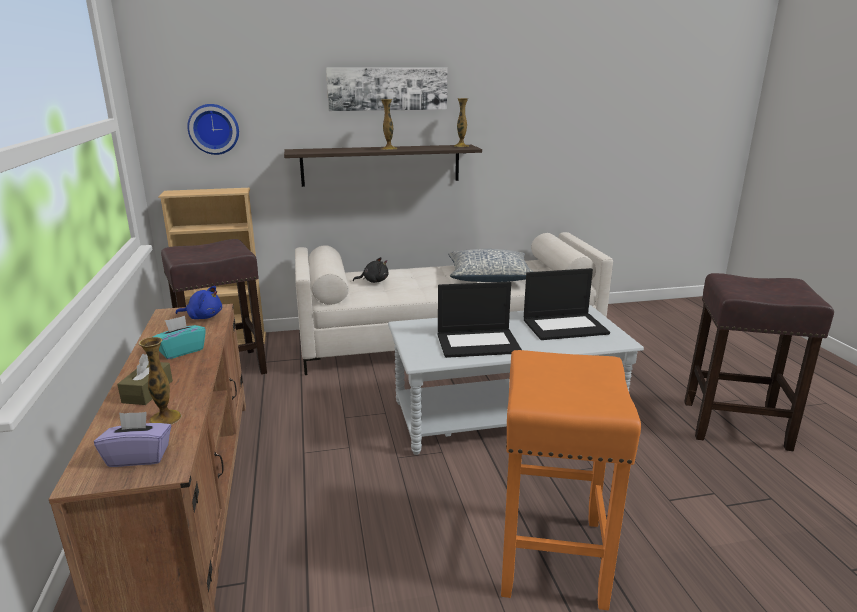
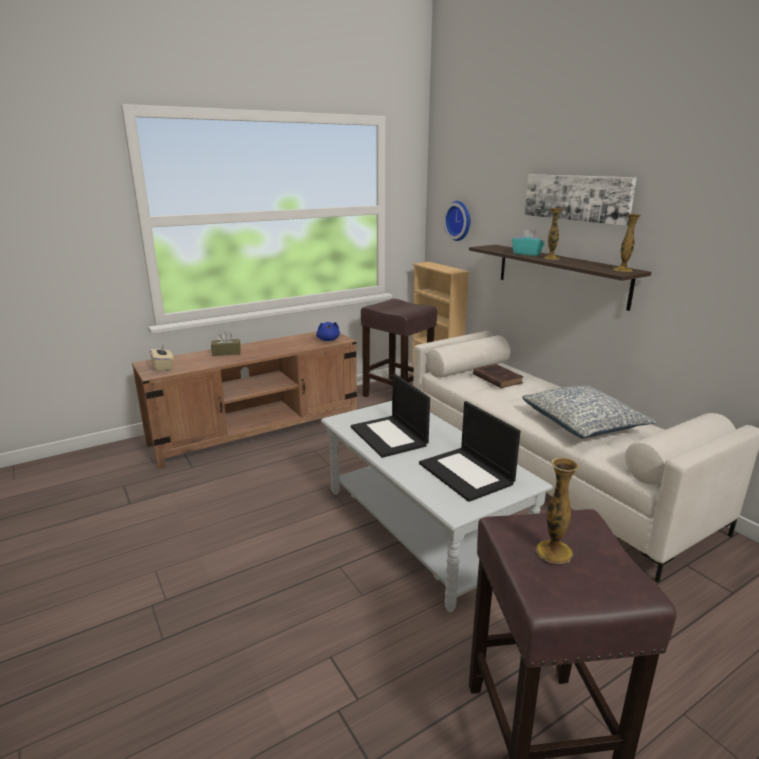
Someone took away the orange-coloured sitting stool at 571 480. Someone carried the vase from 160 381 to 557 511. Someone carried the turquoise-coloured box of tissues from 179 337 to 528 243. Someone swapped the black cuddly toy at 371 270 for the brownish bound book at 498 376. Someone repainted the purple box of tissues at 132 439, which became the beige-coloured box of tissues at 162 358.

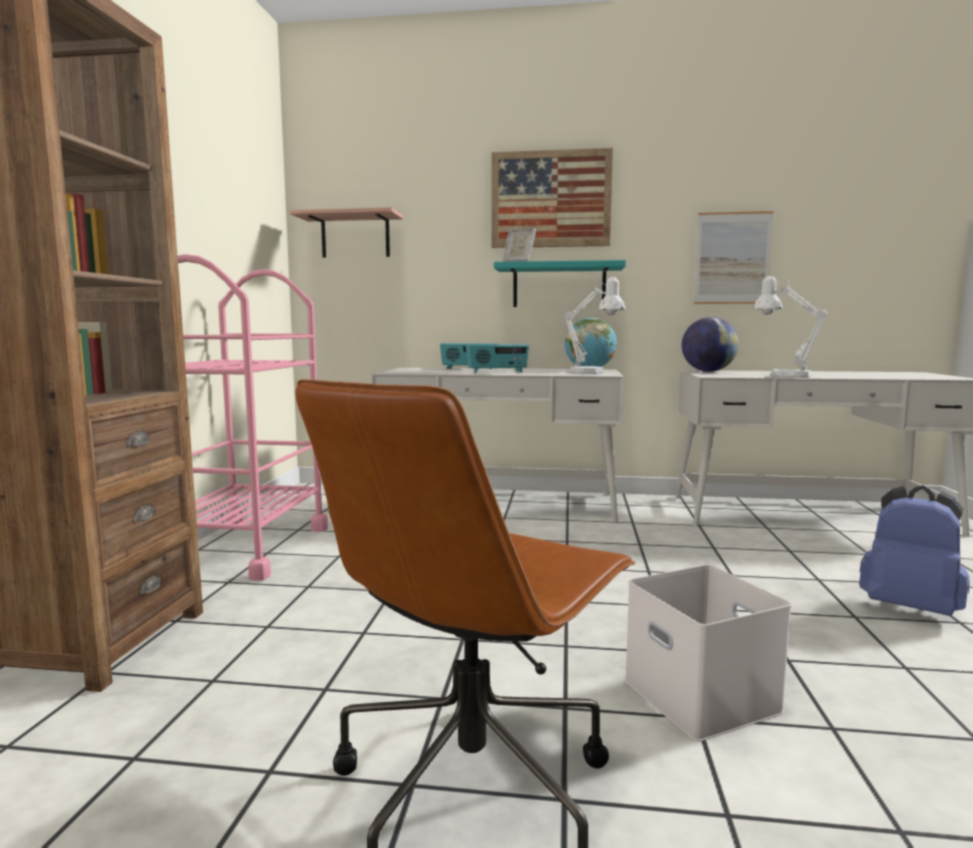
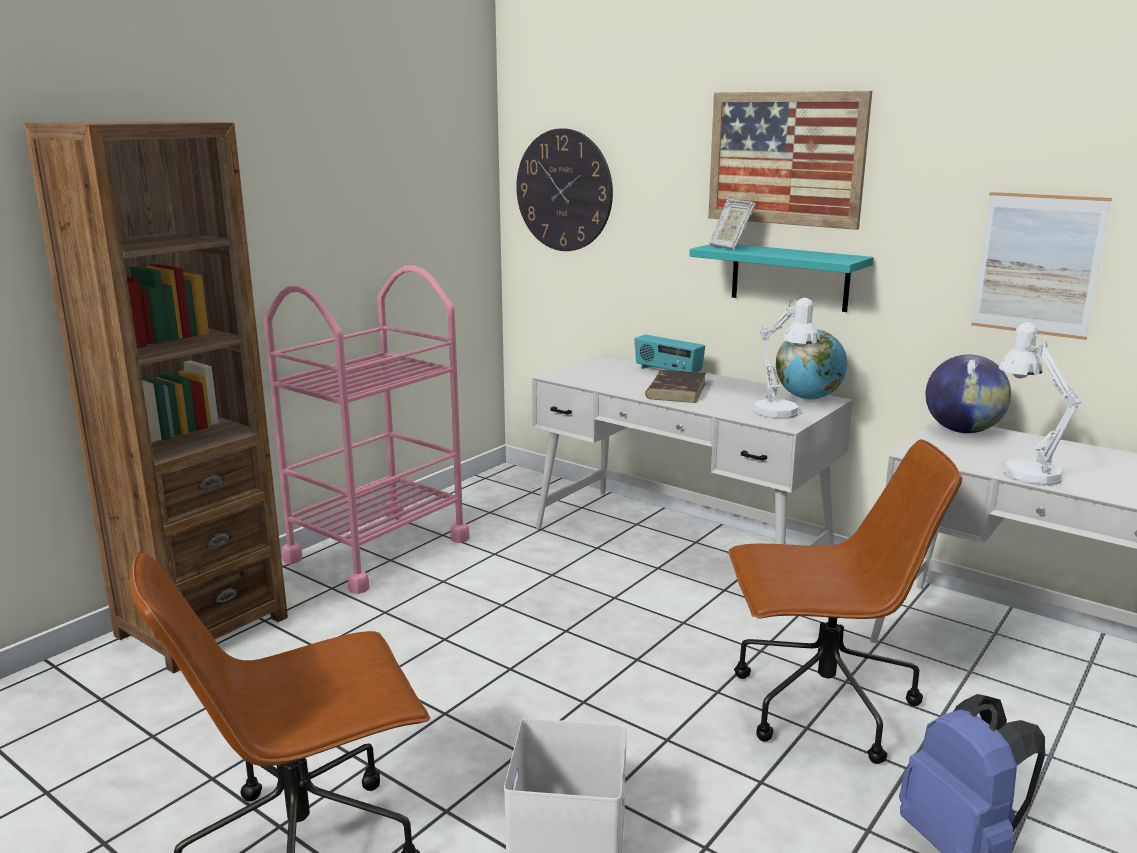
Someone put down the brownish desk chair at 845 601. Someone swapped the shelf at 346 232 for the clock on the wall at 564 189. Someone swapped the radio set at 497 358 for the brownish bound book at 675 386.

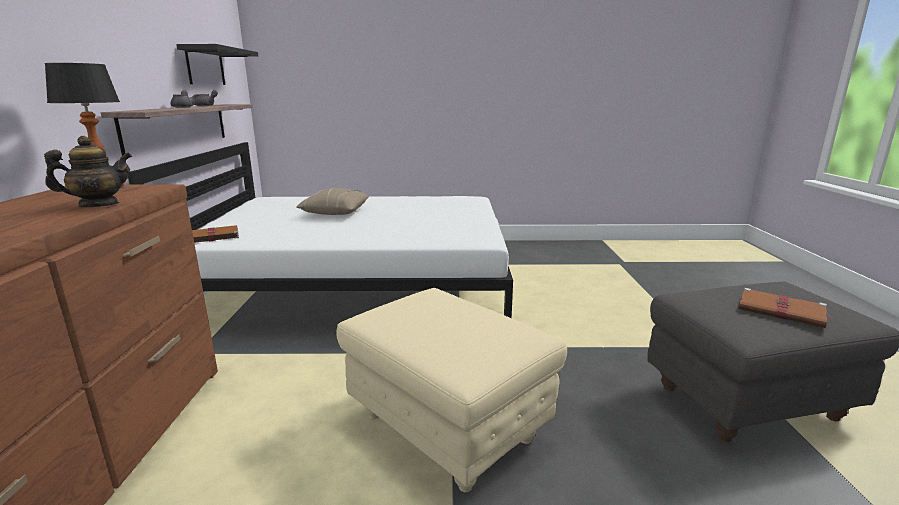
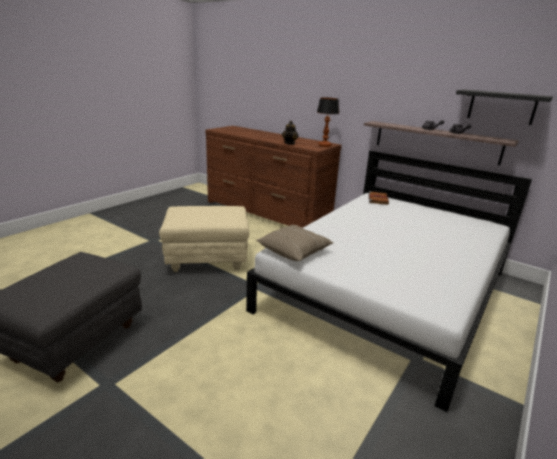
Someone took away the brownish bound book at 785 308. Someone carried the beige-coloured cushion from 332 201 to 294 243.

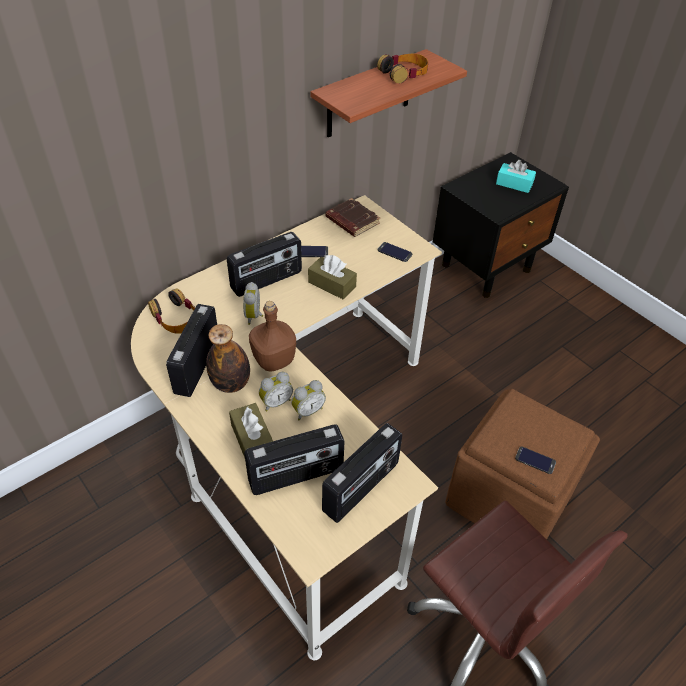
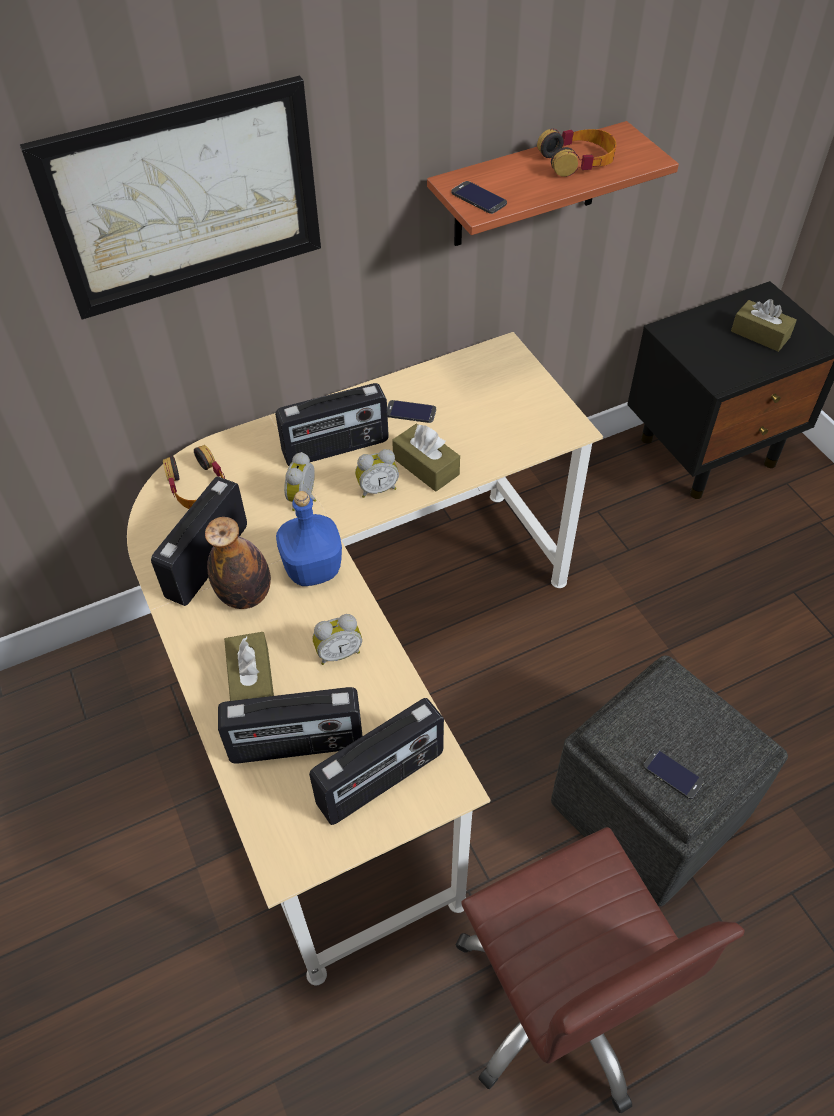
Someone took away the brownish bound book at 353 217. Someone put up the wall picture at 170 197. Someone carried the table clock from 276 391 to 377 473. Someone carried the telephone from 394 252 to 479 197. Someone repainted the brownish beverage bottle at 272 336, which became the blue-coloured beverage bottle at 309 538. Someone repainted the brownish footrest at 522 464, which became the greyish footrest at 669 780. Someone repainted the turquoise-coloured box of tissues at 516 176, which became the brownish box of tissues at 764 325.

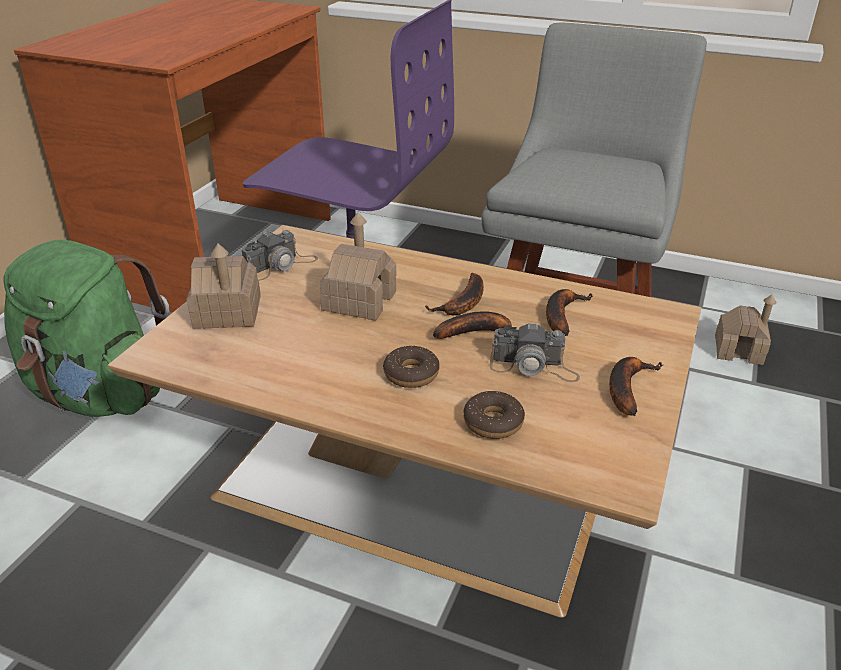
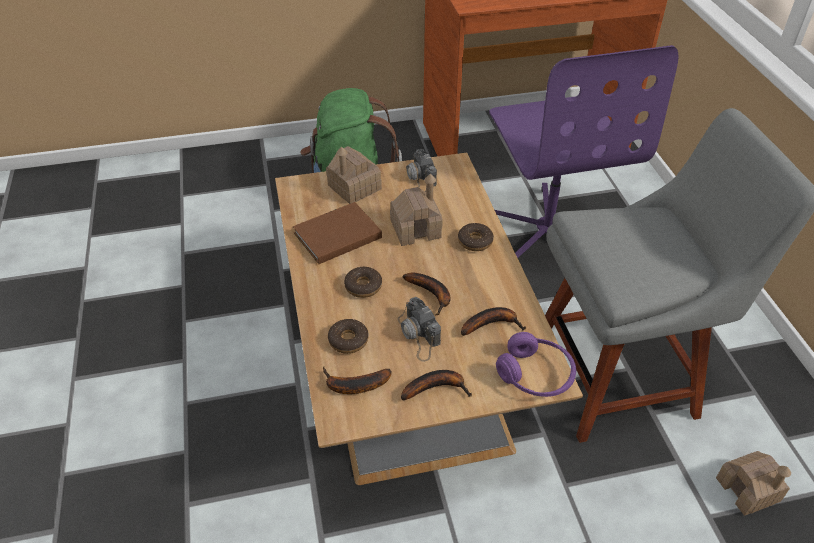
Someone put down the brownish bound book at 337 233. Someone put down the donut at 476 237. Someone put down the purple pair of headphones at 536 364. Someone carried the banana fruit from 454 294 to 357 380. Someone rotated the still camera at 280 255 by 60 degrees clockwise.

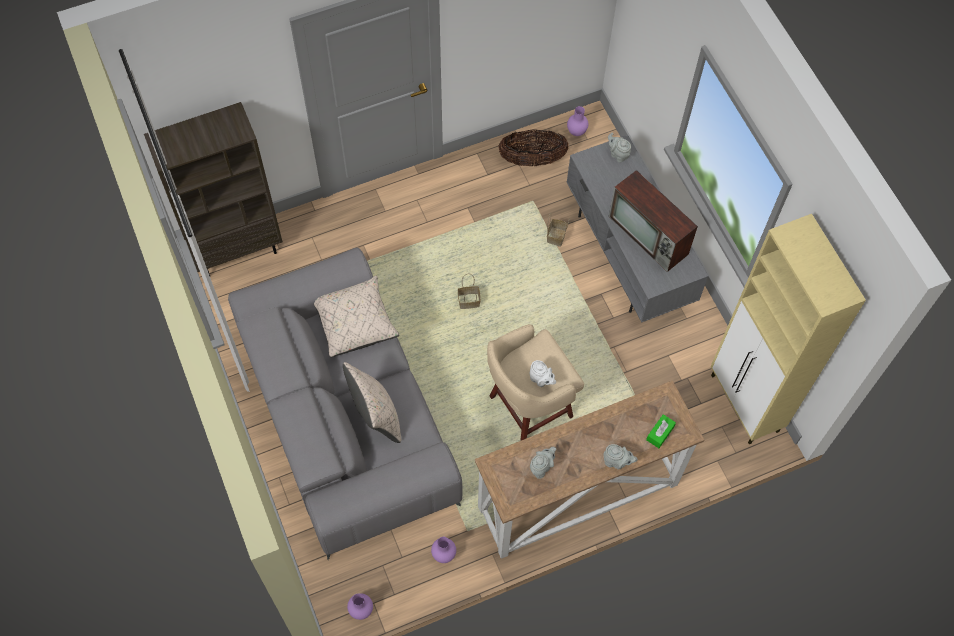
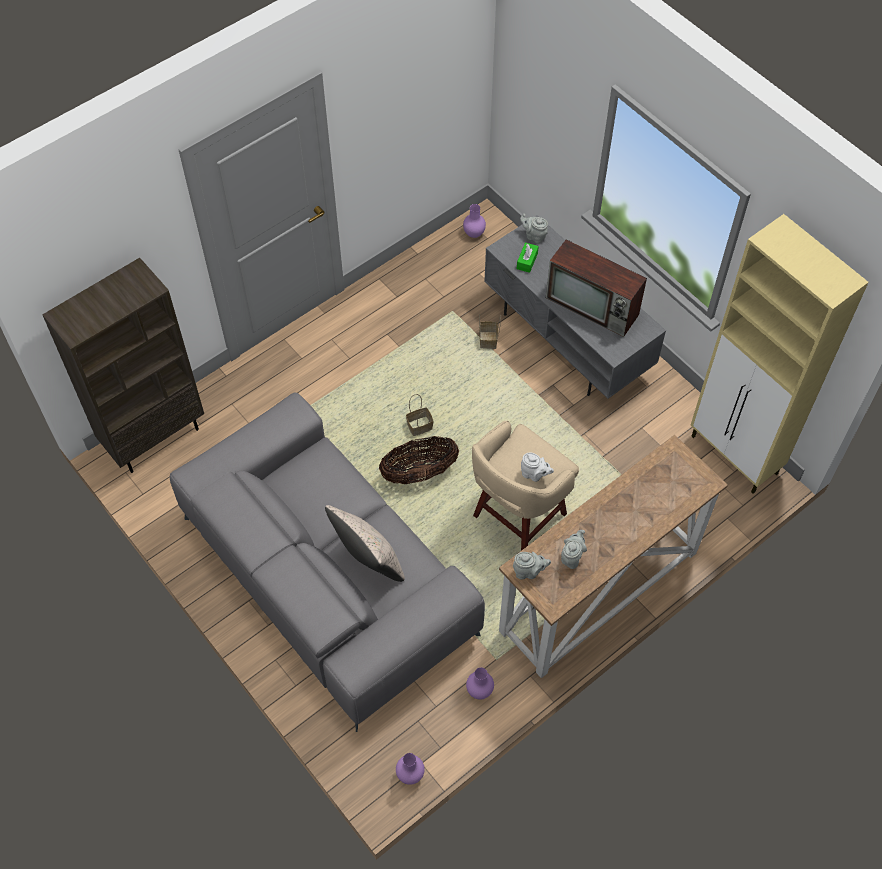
Someone took away the beige-coloured cushion at 356 317. Someone carried the basket from 534 147 to 419 460. Someone carried the greyish teapot from 620 456 to 532 566. Someone carried the green-coloured box of tissues from 661 431 to 528 257.

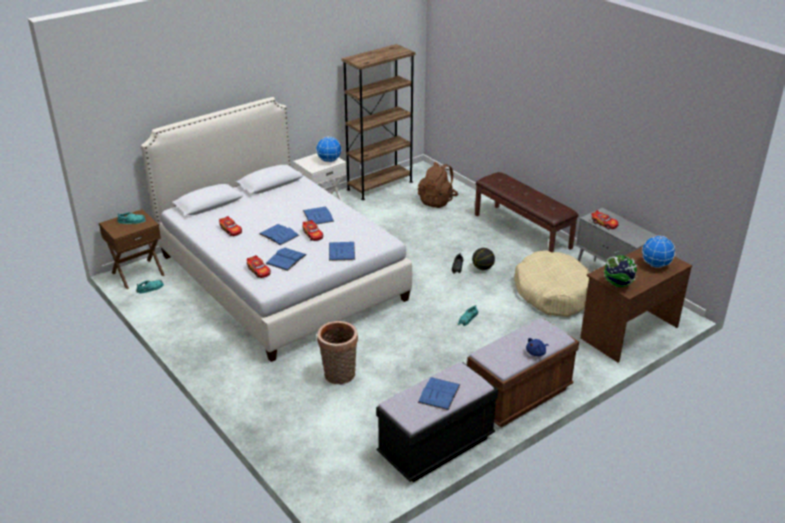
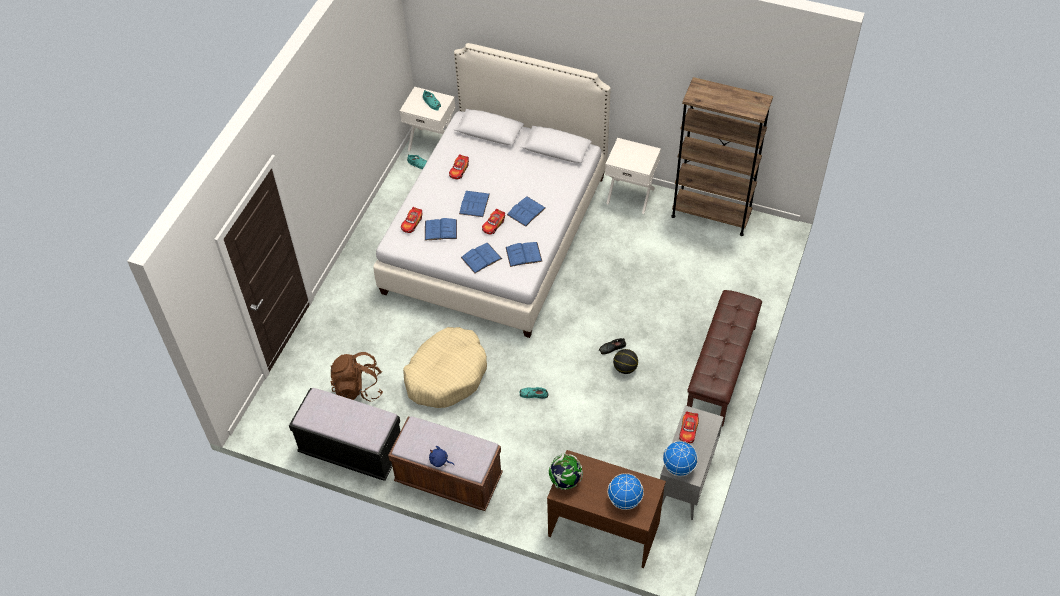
Someone took away the basket at 337 352. Someone carried the desk globe from 329 149 to 680 458. Someone carried the brownish rucksack from 438 185 to 356 377. Someone carried the blue-coloured bound book from 439 393 to 523 254. Someone carried the beige-coloured dog bed from 552 283 to 445 367. Someone repainted the brownish night table at 132 249, which became the white night table at 428 119.

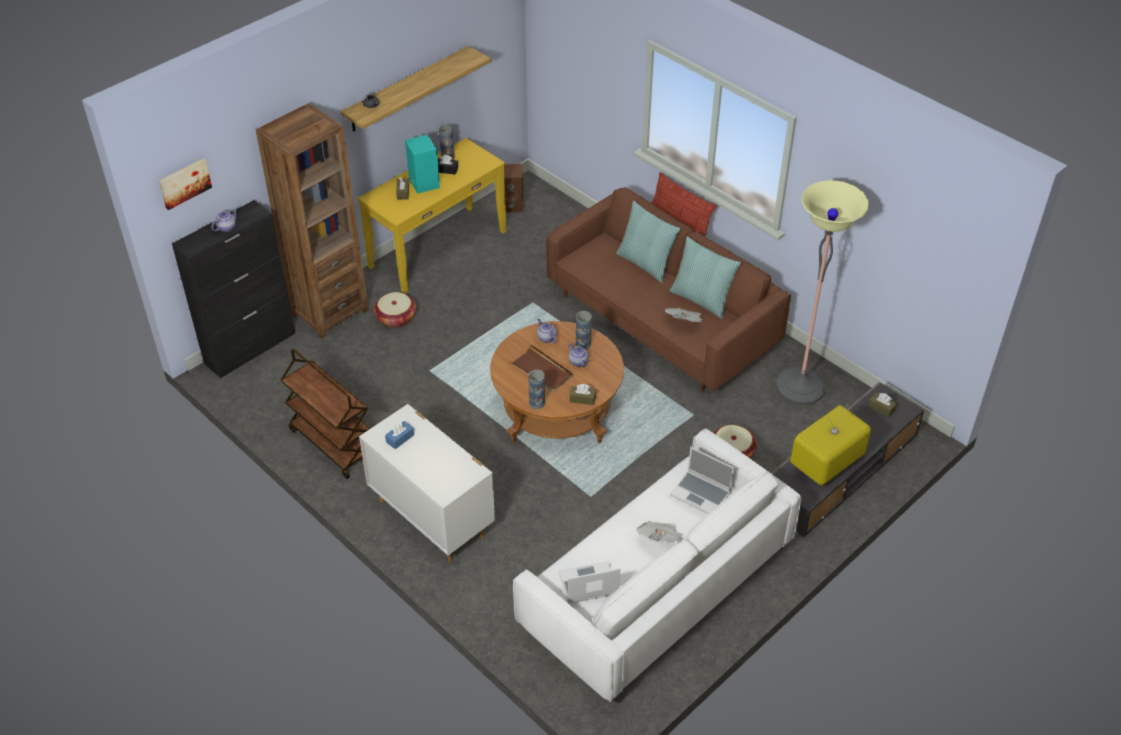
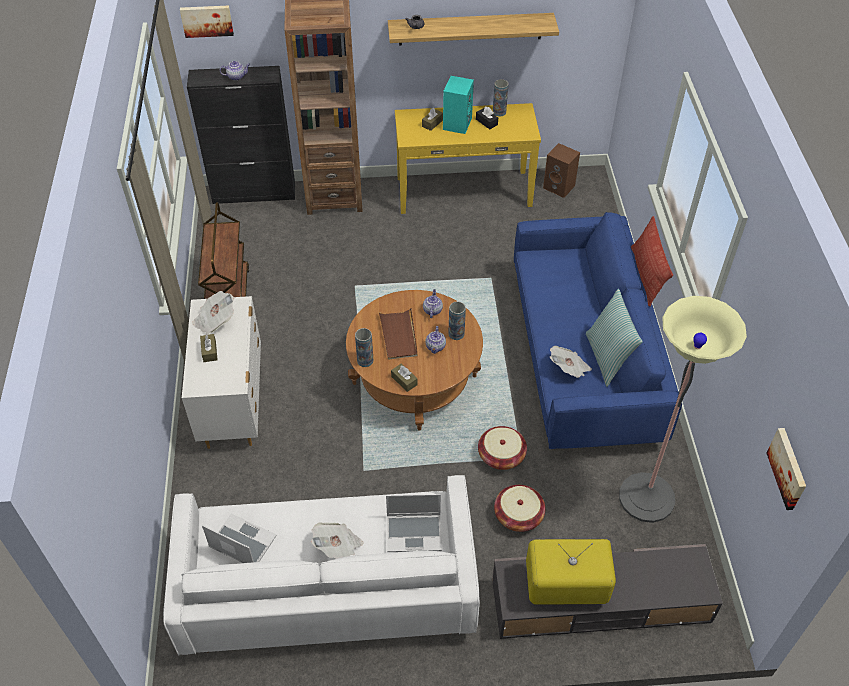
Someone took away the cushion at 648 242. Someone put up the wall picture at 786 469. Someone carried the basket from 395 310 to 502 448. Someone carried the brownish box of tissues from 882 405 to 209 348. Someone swapped the blue-coloured box of tissues at 399 435 for the daily paper at 213 313. Someone repainted the brownish settee at 668 289, which became the blue-coloured settee at 598 330. Someone rotated the laptop at 702 480 by 75 degrees counterclockwise.

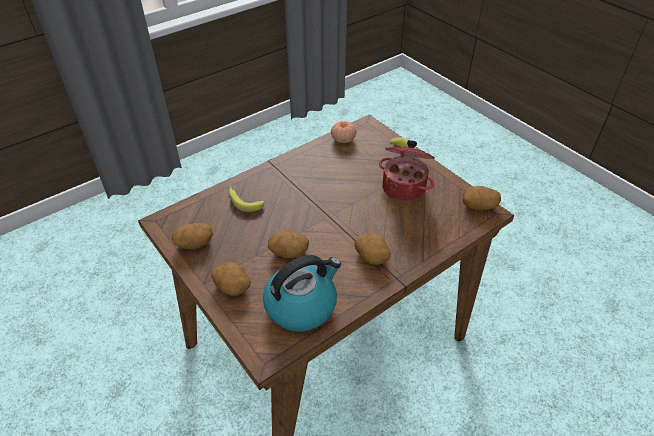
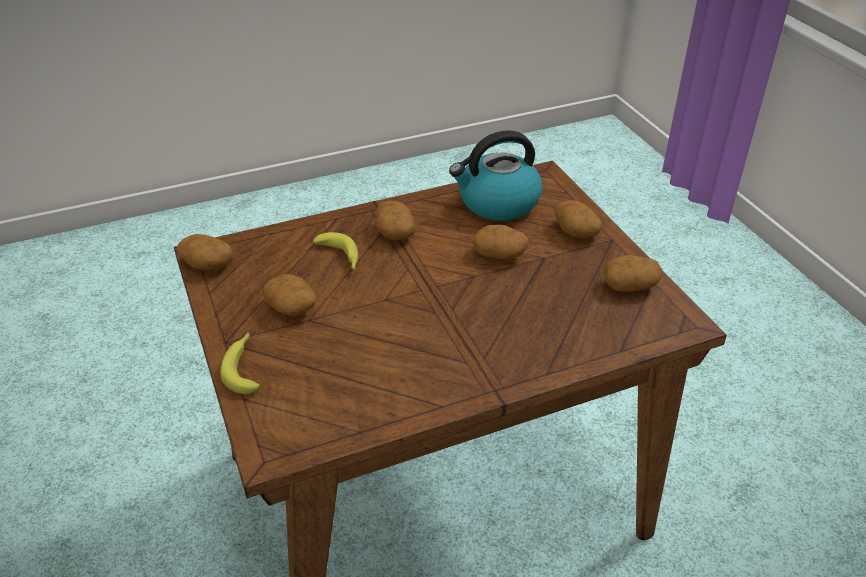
Someone took away the fresh tomato at 343 132. Someone carried the banana fruit from 246 198 to 335 250. Someone swapped the stockpot at 407 171 for the potato at 289 295.

